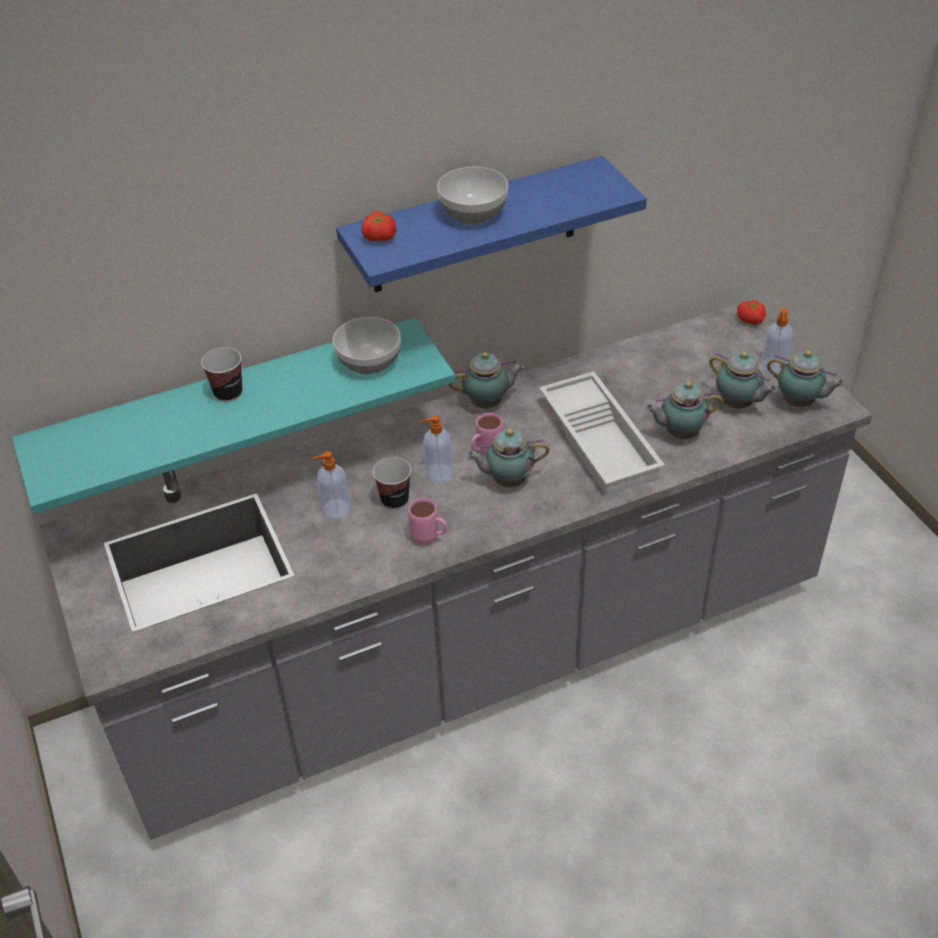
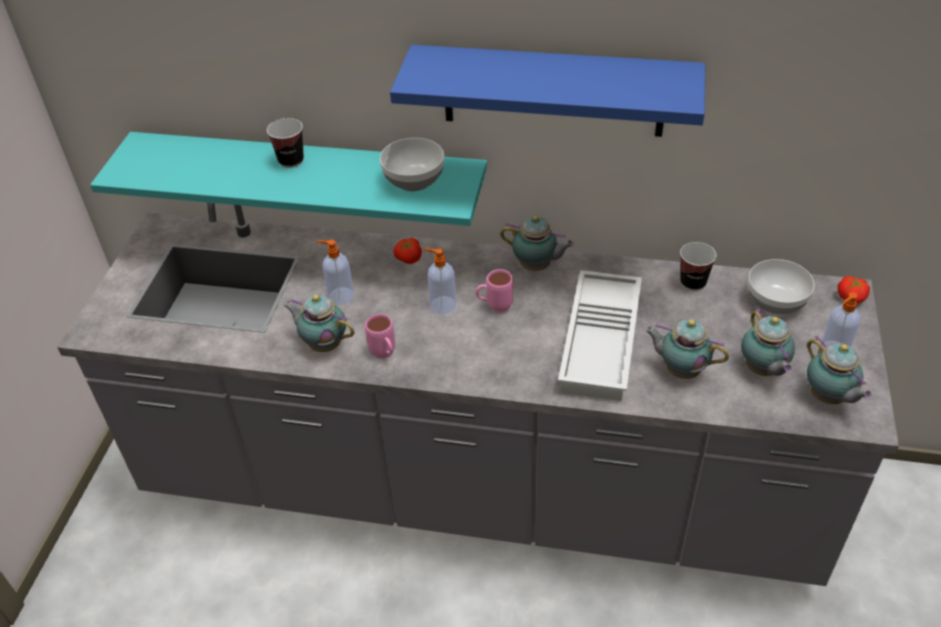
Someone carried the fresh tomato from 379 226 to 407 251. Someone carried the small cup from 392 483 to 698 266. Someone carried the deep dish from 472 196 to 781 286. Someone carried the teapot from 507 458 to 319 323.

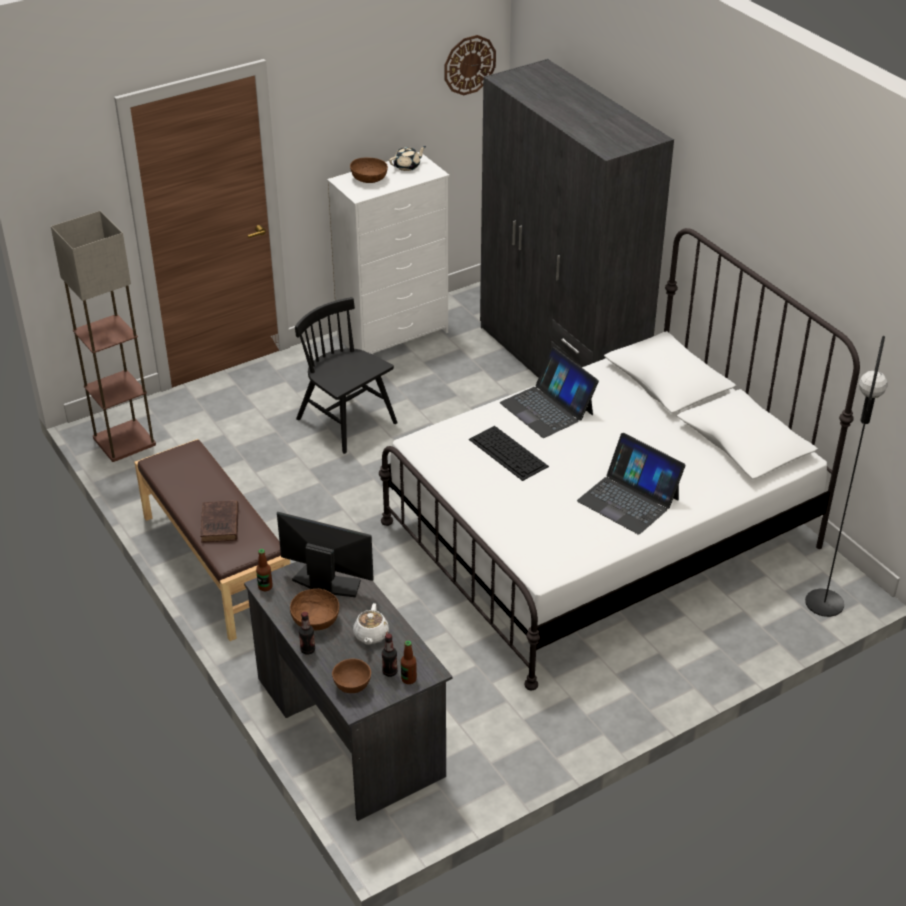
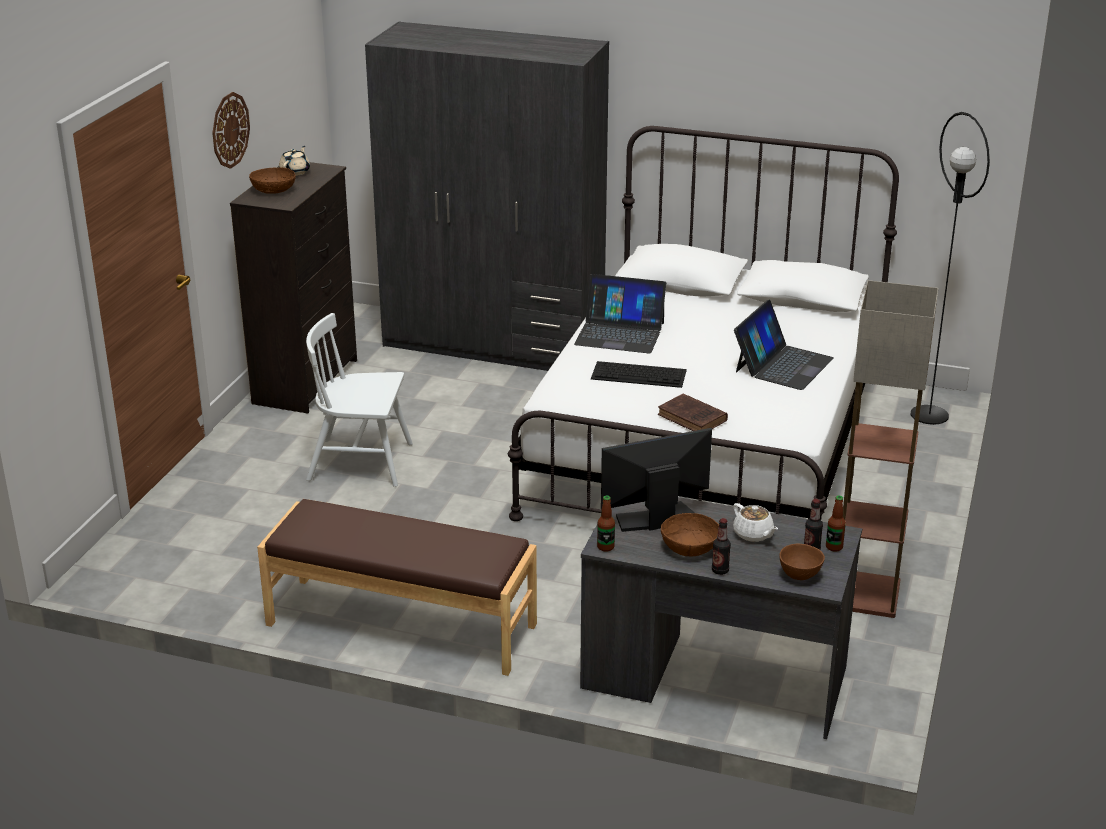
Someone carried the standard lamp from 103 336 to 890 449. Someone carried the brownish bound book from 219 521 to 693 412. Someone carried the clock on the wall from 470 65 to 231 130. Someone repainted the black plain chair at 346 375, which became the white plain chair at 359 400. Someone repainted the white chest of drawers at 388 253, which became the black chest of drawers at 293 287. Someone rotated the laptop at 631 484 by 60 degrees counterclockwise.

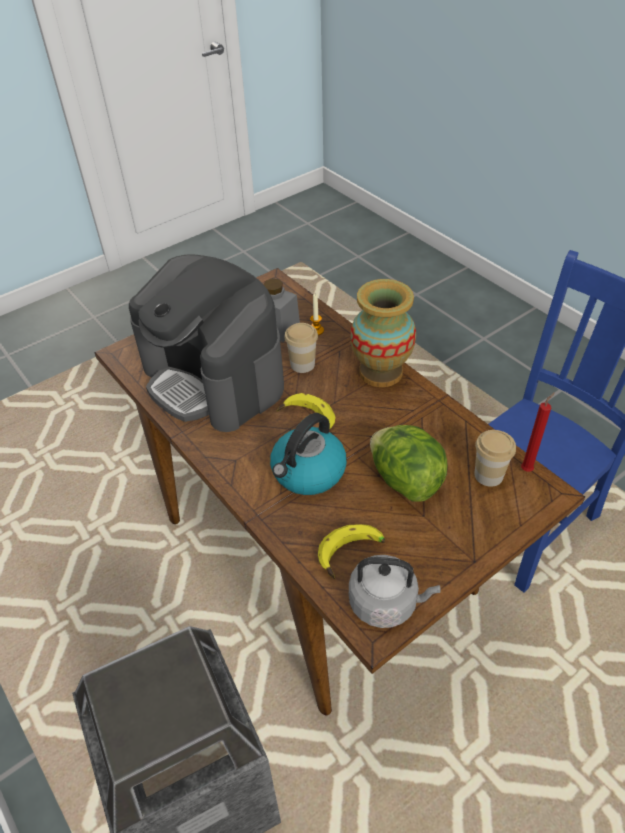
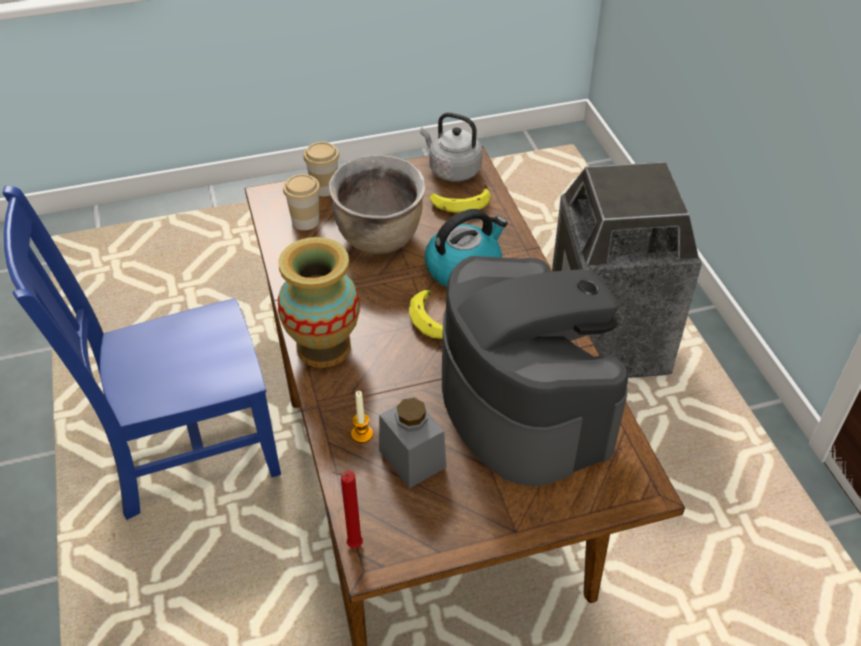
Someone carried the small cup from 301 348 to 321 169. Someone carried the red wax light from 538 432 to 347 509. Someone swapped the head of lettuce at 409 463 for the brownish stockpot at 377 204.

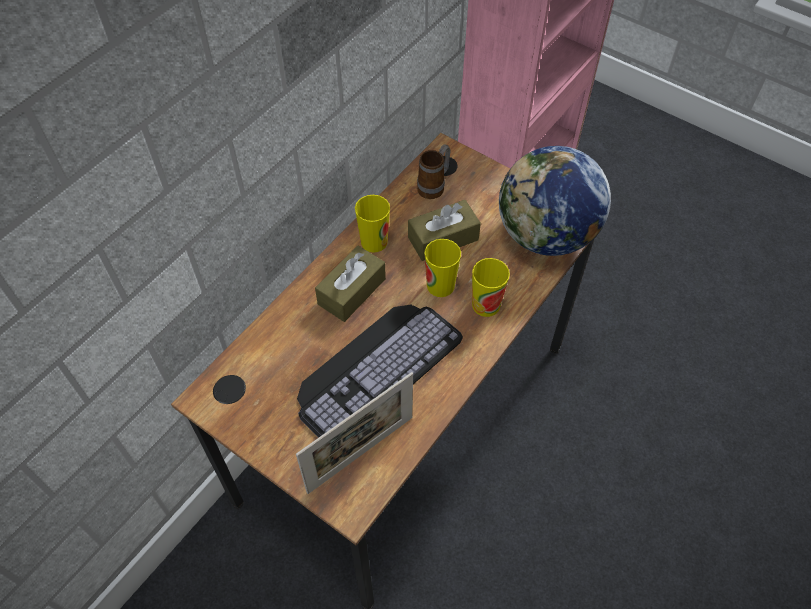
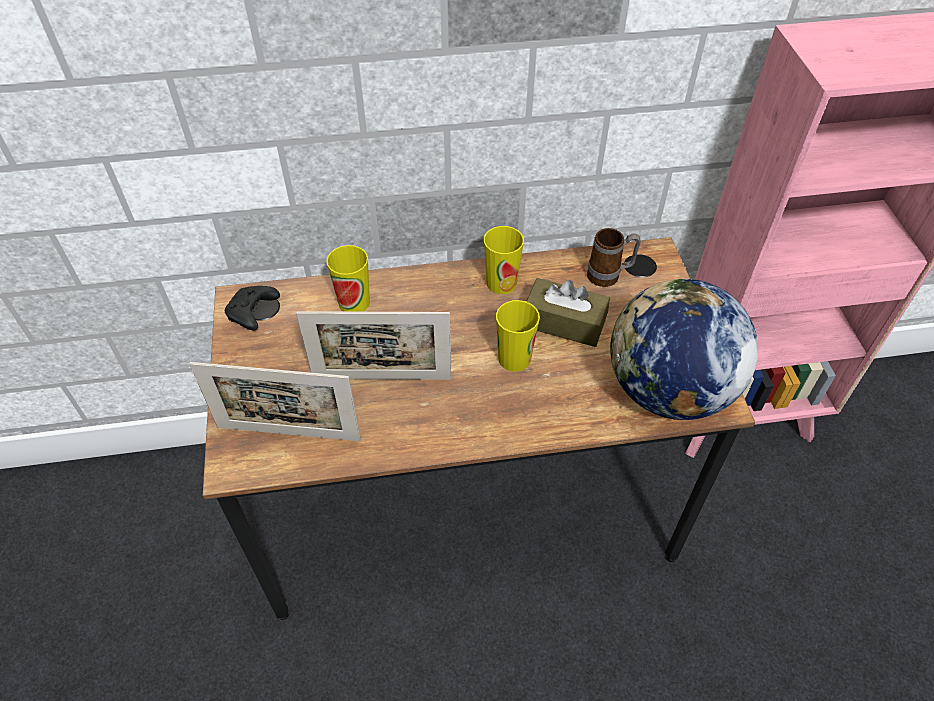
Someone took away the brownish box of tissues at 350 284. Someone put down the black gamepad at 252 308. Someone carried the small cup from 491 287 to 348 278. Someone swapped the computer keyboard at 380 371 for the picture frame at 374 345.

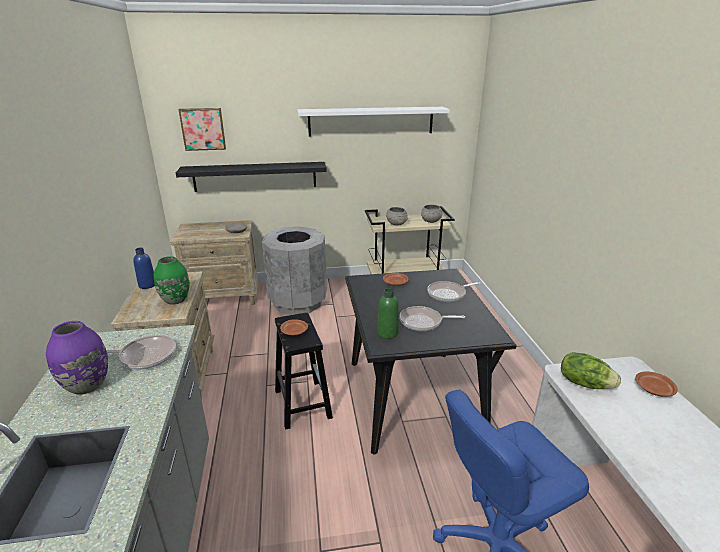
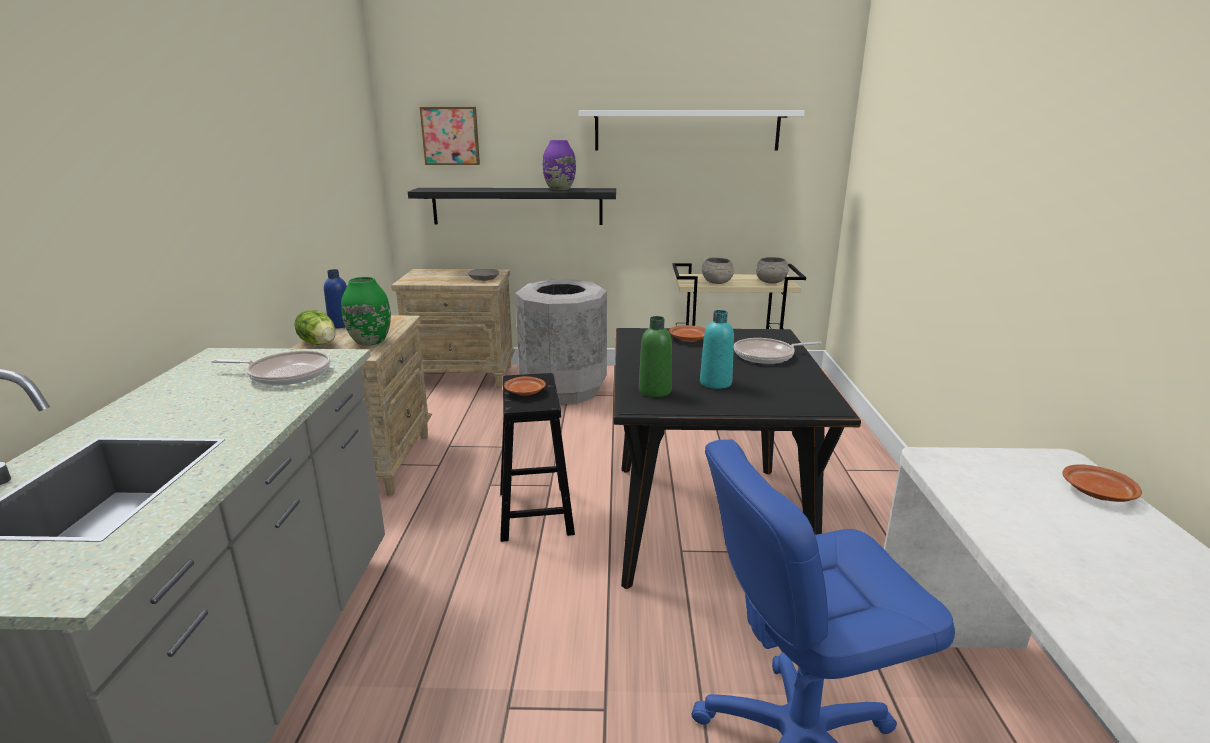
Someone carried the purple vase from 77 358 to 559 165. Someone carried the head of lettuce from 591 370 to 315 327. Someone swapped the skillet at 432 318 for the turquoise-coloured beverage bottle at 717 349.

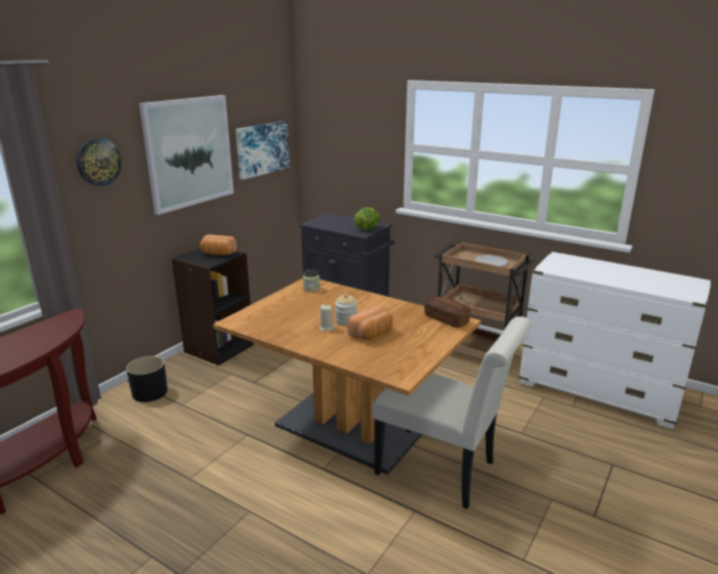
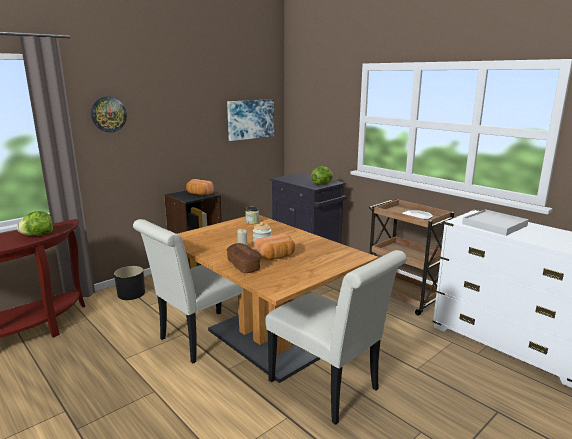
Someone took away the wall picture at 186 155. Someone put down the head of lettuce at 35 223. Someone put down the white plain chair at 188 291. Someone put down the white carrying tray at 495 222. Someone carried the bakery bread from 447 312 to 243 258.

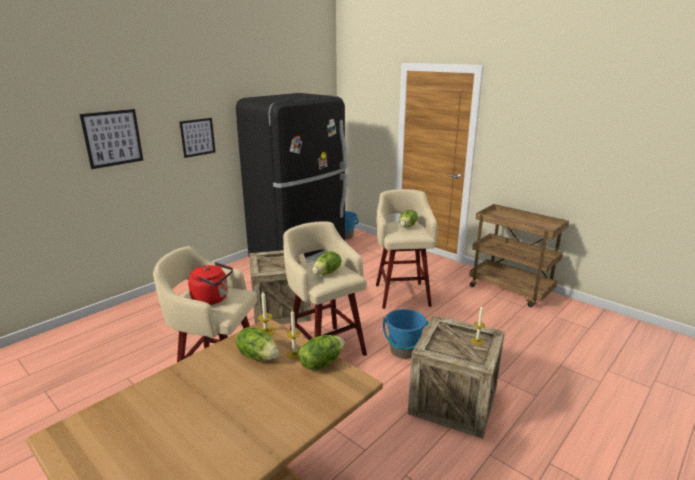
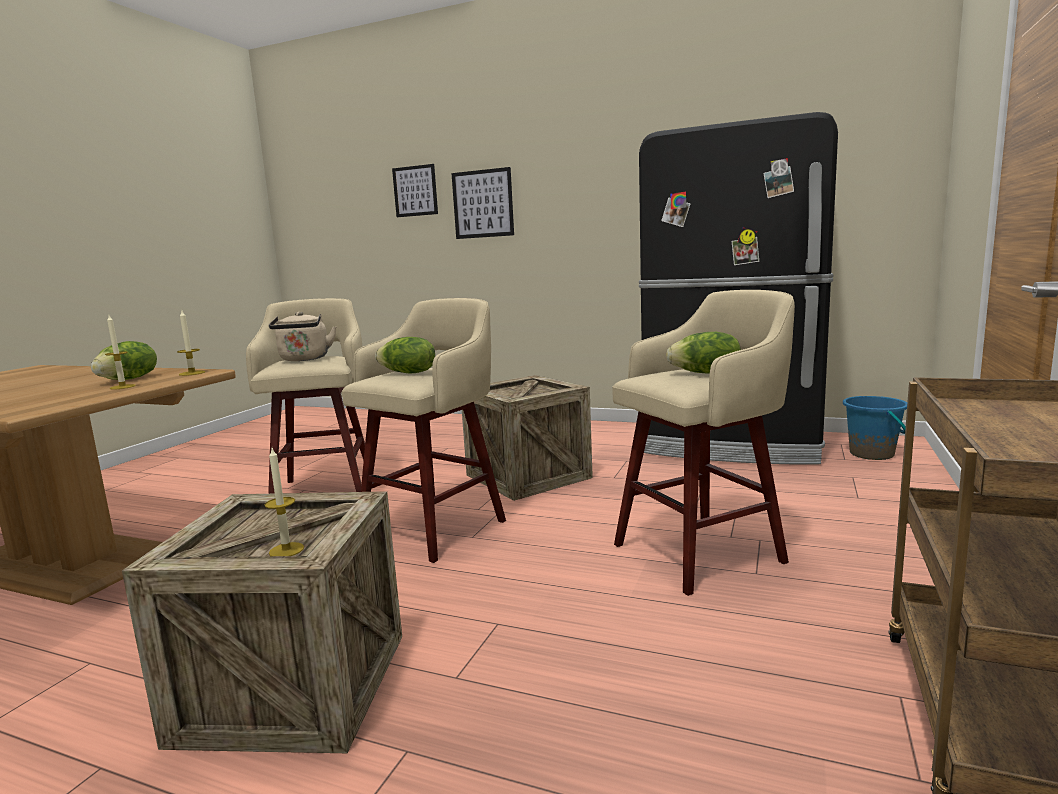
Someone took away the head of lettuce at 321 352. Someone took away the blue-coloured pail at 406 334. Someone carried the wall picture from 197 138 to 415 190. Someone repainted the red water kettle at 210 283, which became the beige-coloured water kettle at 302 336.

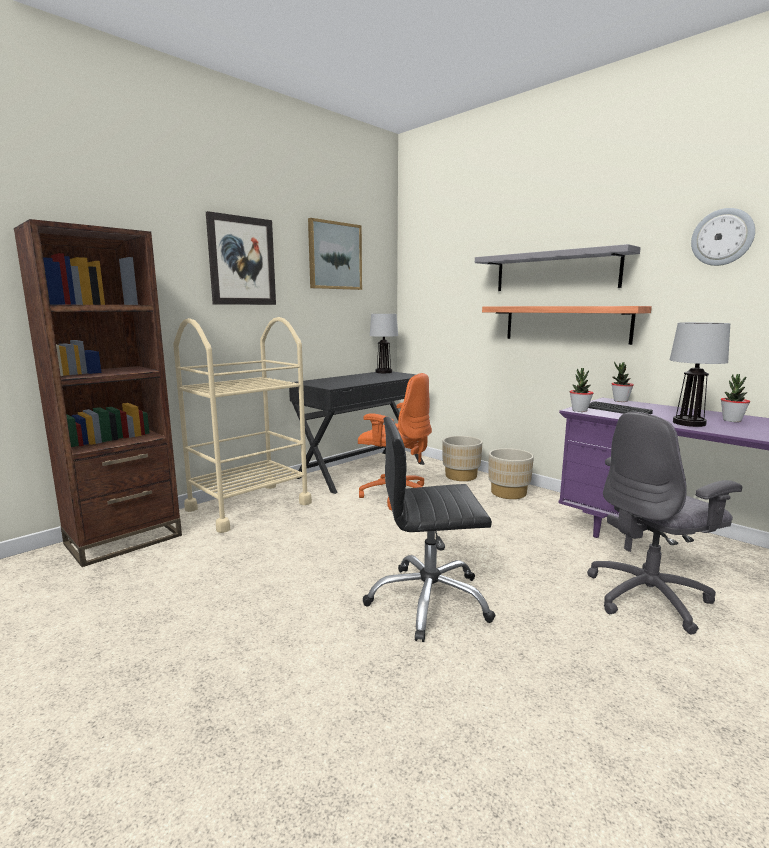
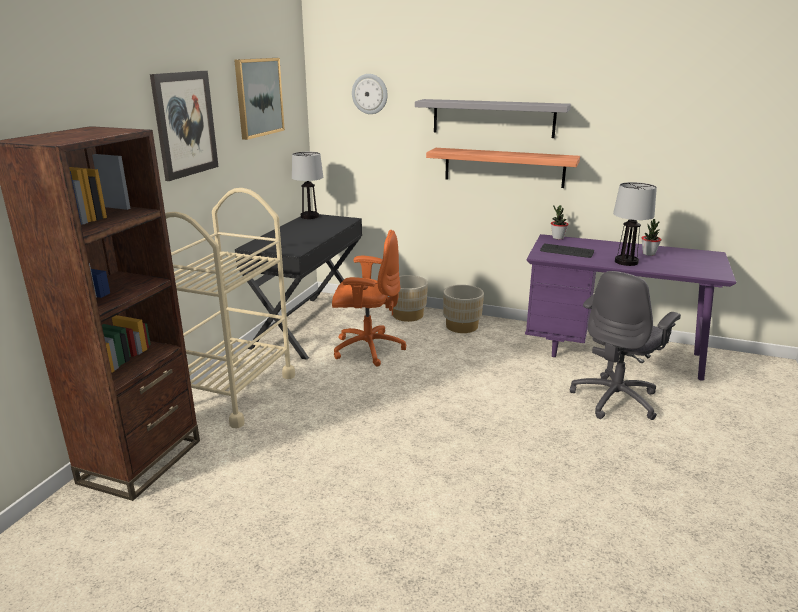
Someone took away the black desk chair at 429 529. Someone took away the potted plant at 581 390. Someone carried the clock on the wall from 723 237 to 370 94.

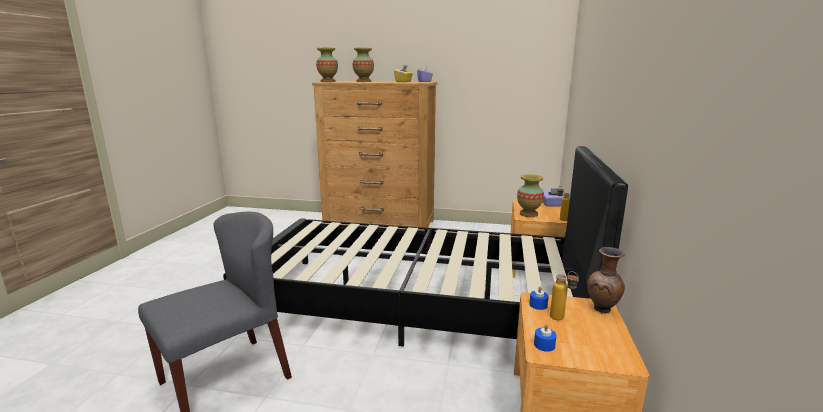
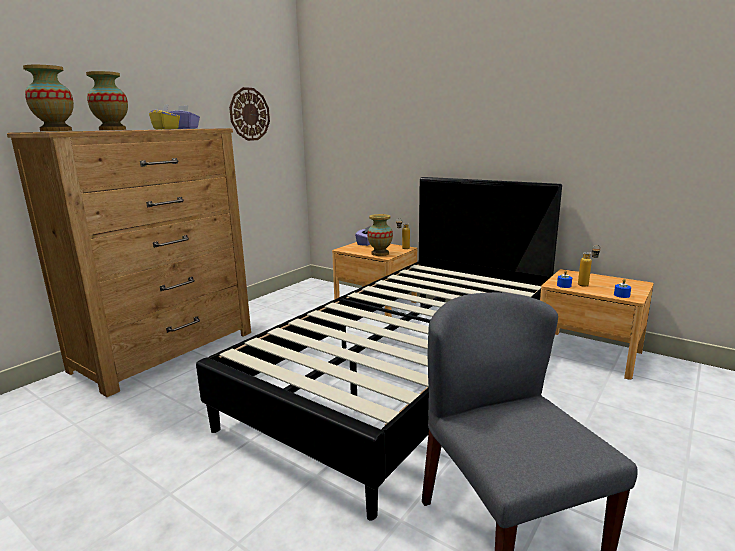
Someone took away the brownish vase at 606 280. Someone put up the clock on the wall at 249 114.

